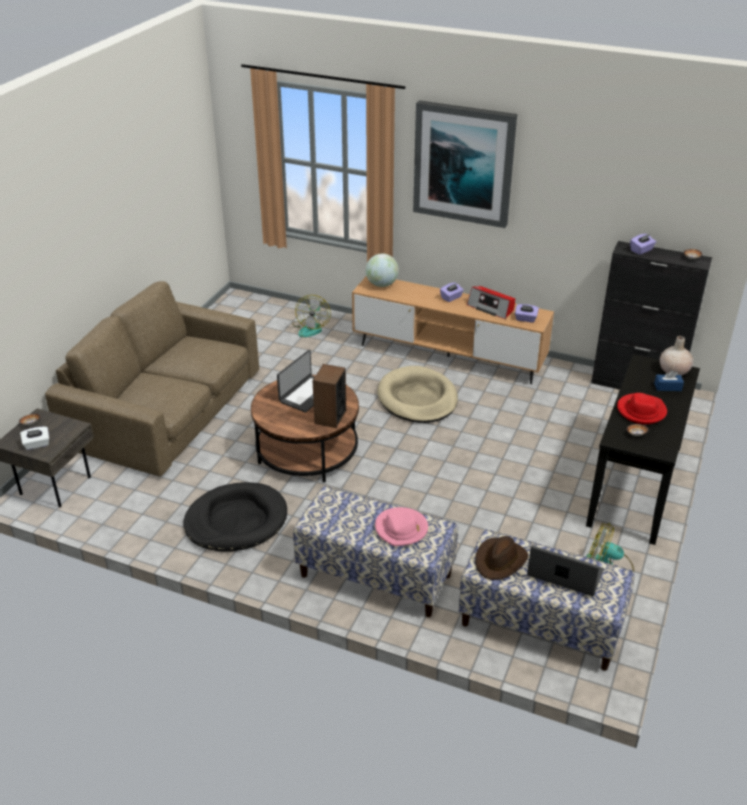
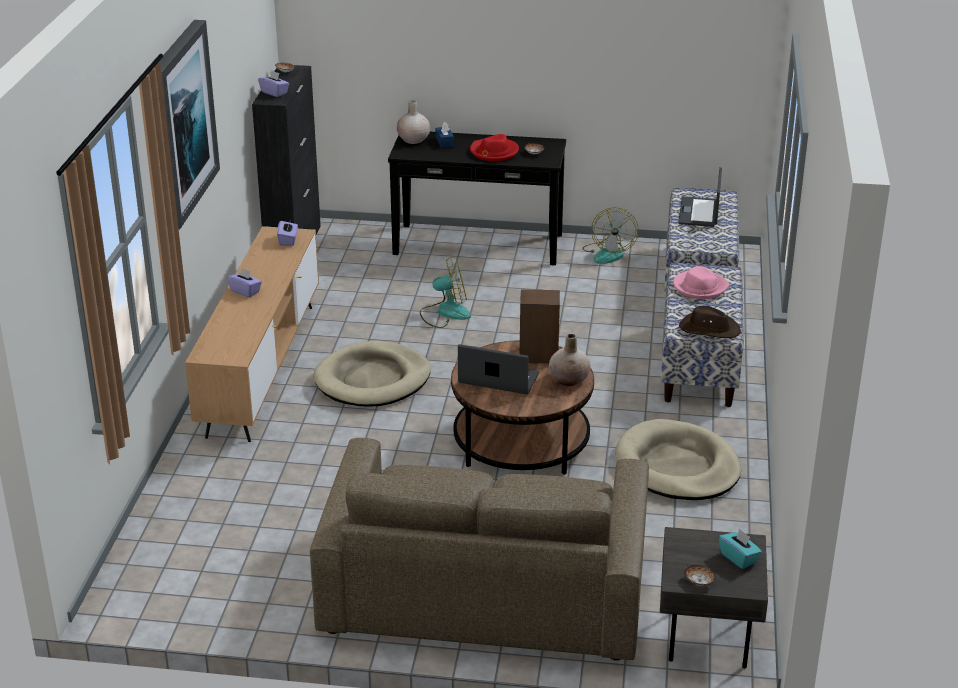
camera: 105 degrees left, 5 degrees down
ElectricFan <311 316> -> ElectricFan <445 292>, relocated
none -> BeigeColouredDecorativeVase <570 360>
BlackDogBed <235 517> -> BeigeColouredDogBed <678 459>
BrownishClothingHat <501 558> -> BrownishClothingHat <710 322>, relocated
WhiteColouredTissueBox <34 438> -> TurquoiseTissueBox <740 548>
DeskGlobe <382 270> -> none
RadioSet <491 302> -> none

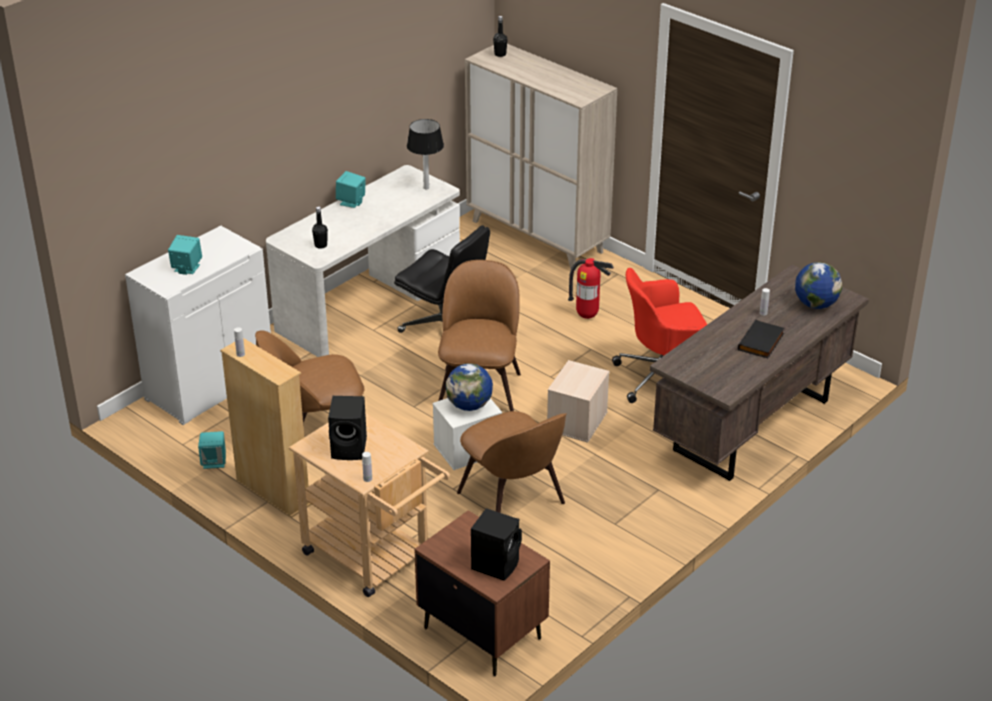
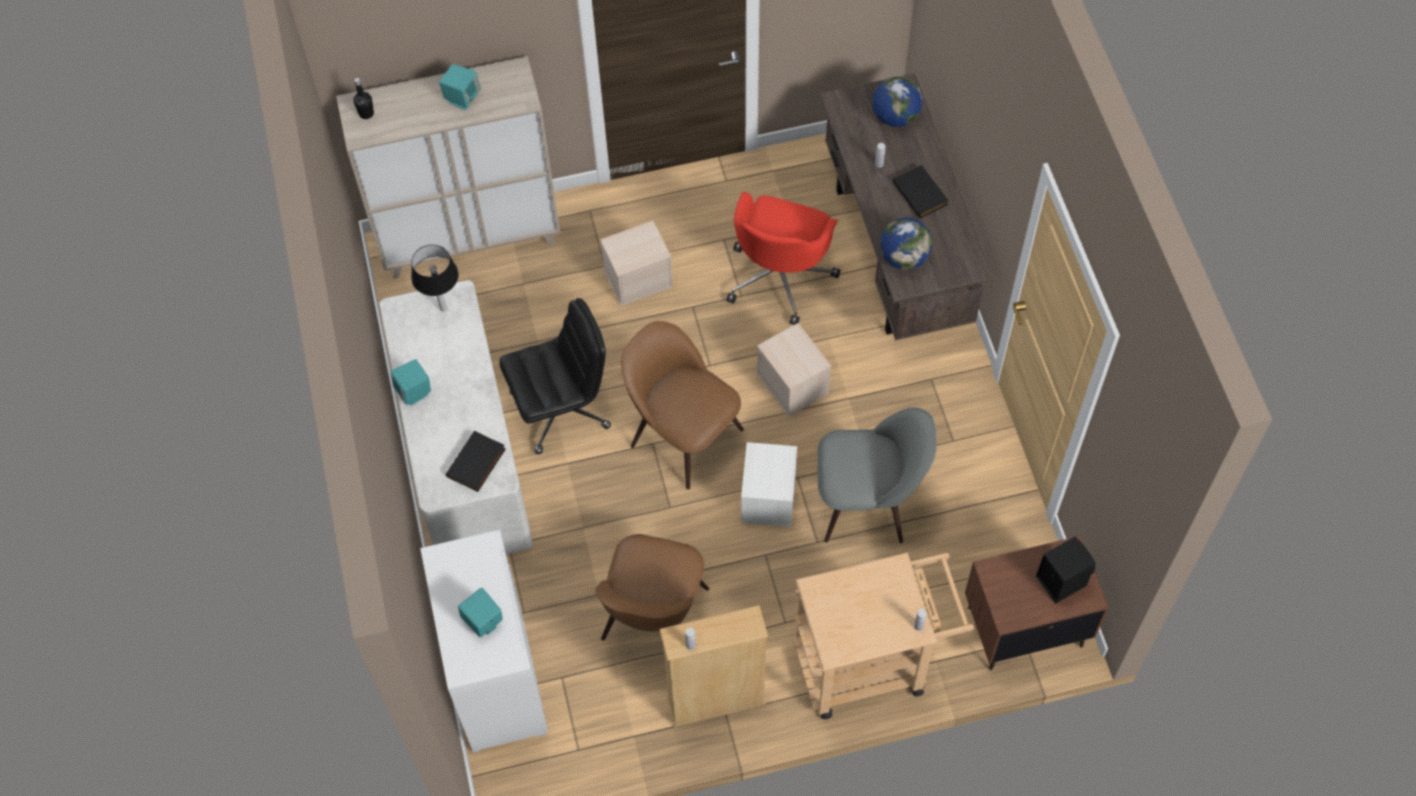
camera: 55 degrees left, 25 degrees up
TurquoiseSpeaker <212 450> -> TurquoiseSpeaker <460 87>, relocated
BlackBottle <320 228> -> BlackBoundBook <476 461>
FireExtinguisher <591 288> -> BeigeColouredStorageContainer <636 263>
BrownishUprightChair <512 462> -> GreyishUprightChair <876 475>
DeskGlobe <469 387> -> DeskGlobe <906 243>, relocated
BlackSpeaker <347 428> -> none

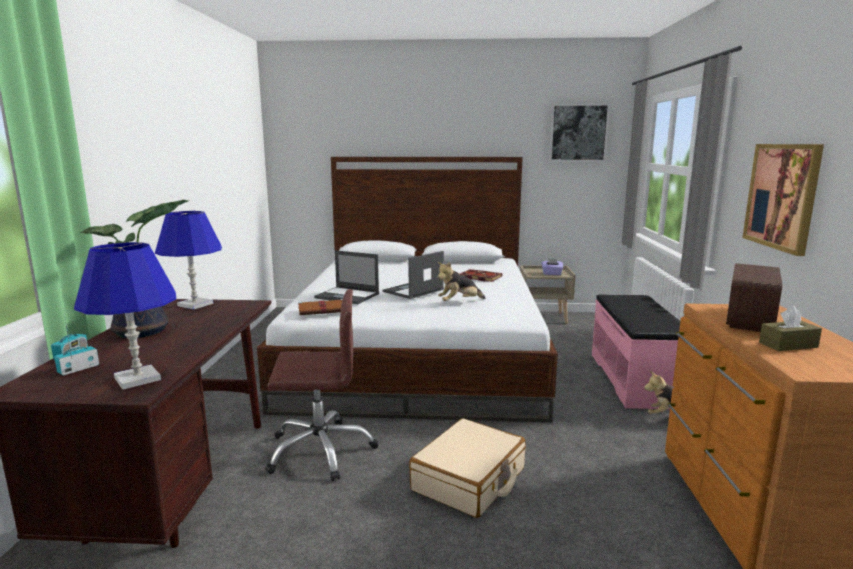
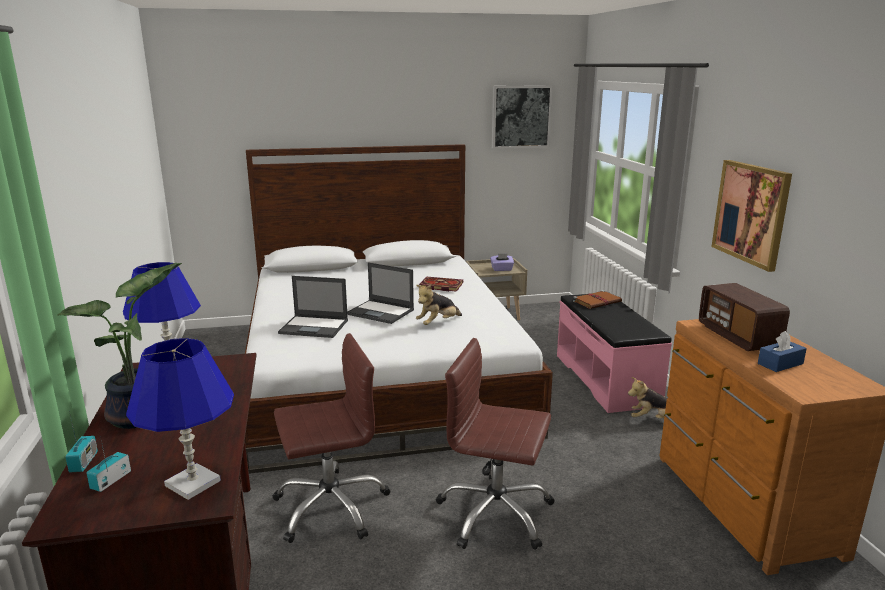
camera: 15 degrees left, 5 degrees up
NotebookComputer <413 275> -> NotebookComputer <380 293>, 90 degrees counterclockwise
BeigeColouredPieceOfLuggage <467 468> -> BrownishOfficeChair <495 444>
BrownishBoundBook <320 307> -> BrownishBoundBook <597 299>, relocated
RadioSet <754 297> -> RadioSet <744 317>, 150 degrees clockwise
BrownishTissueBox <790 328> -> BlueTissueBox <782 351>

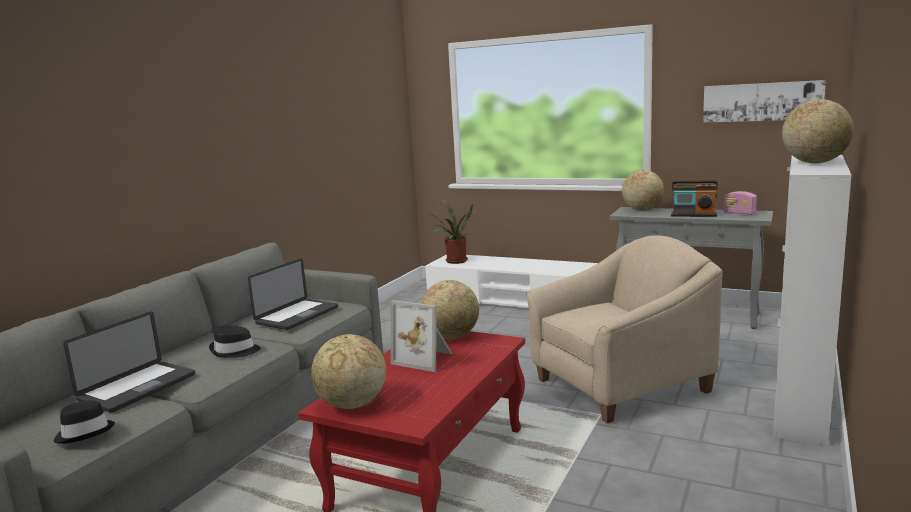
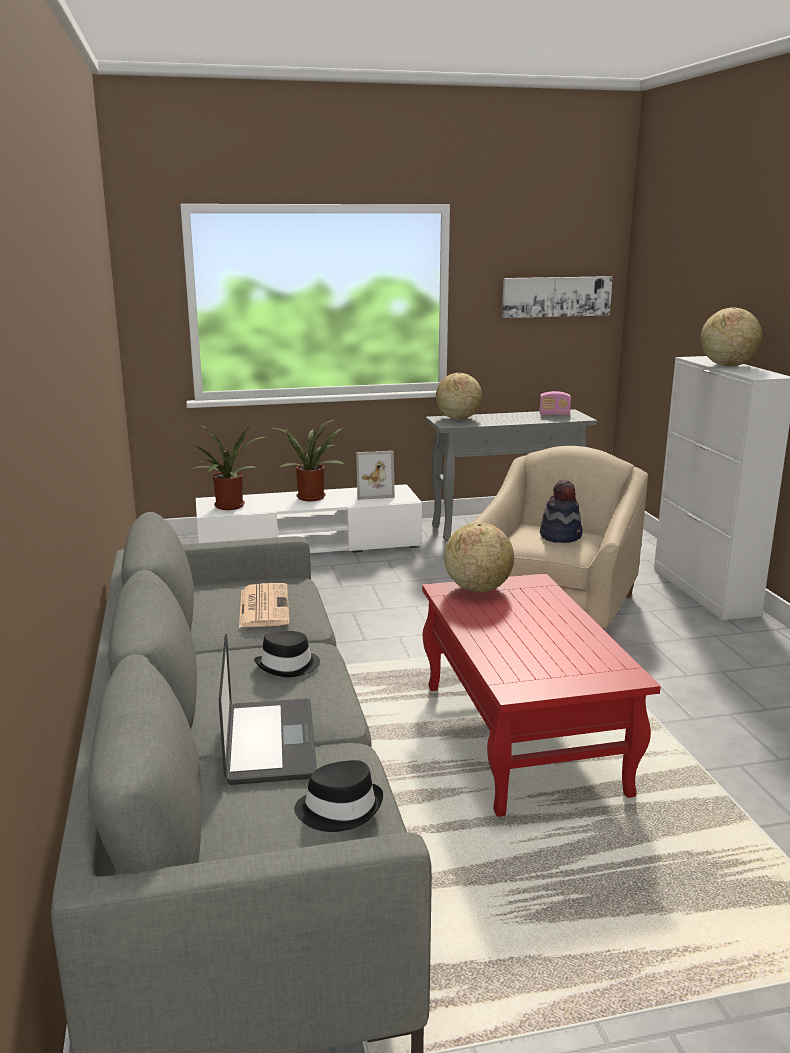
camera: 40 degrees left, 5 degrees up
NotebookComputer <293 294> -> DailyPaper <264 605>
none -> PlantInAPot <309 460>
PhotoFrame <422 336> -> PhotoFrame <375 475>, relocated
none -> ClothingHat <561 511>
DeskGlobe <348 371> -> none
RadioSet <694 198> -> none

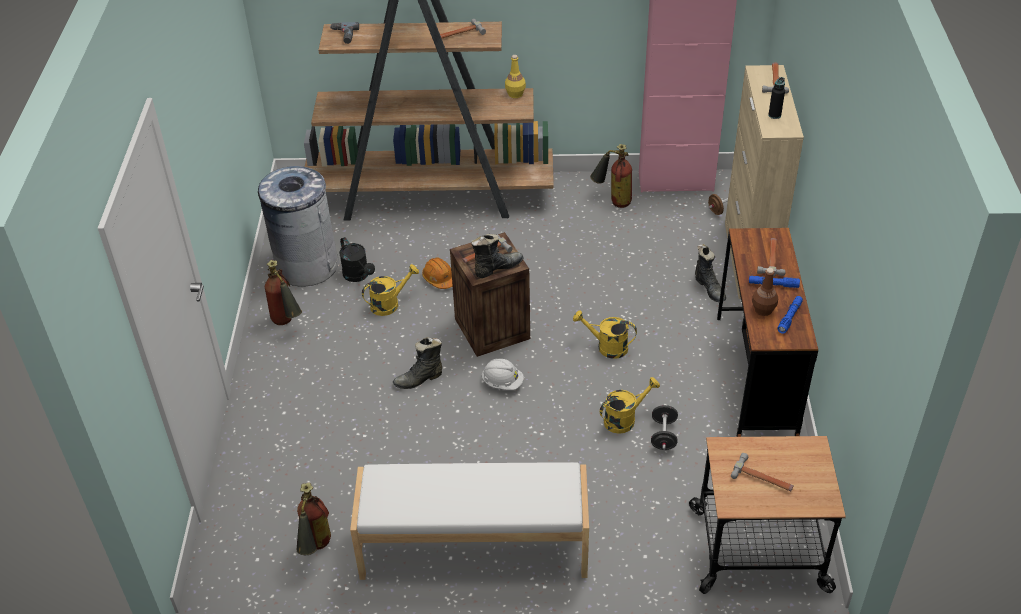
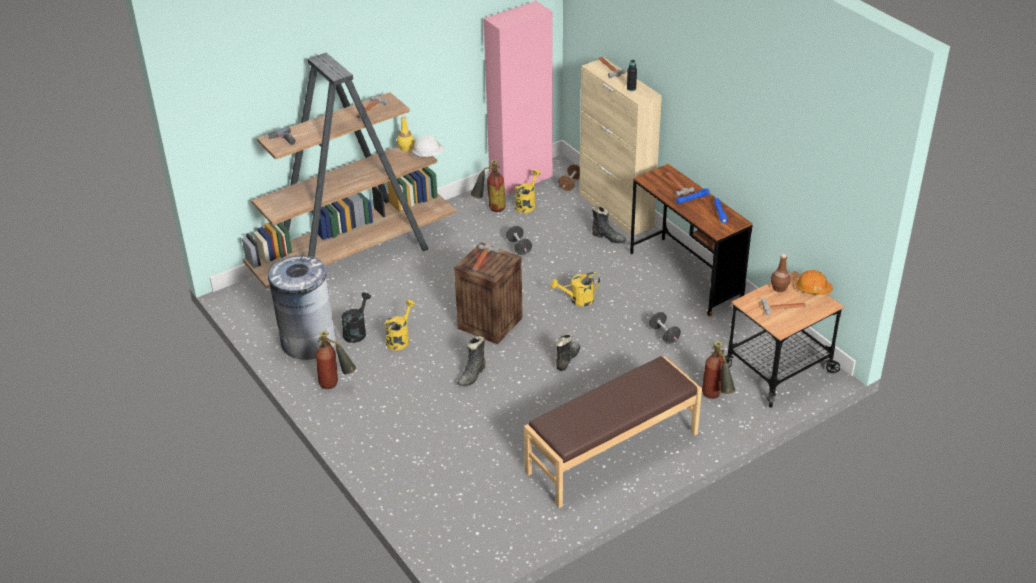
camera: 35 degrees left, 5 degrees down
BlackWateringPot <357 259> -> BlackWateringPot <356 317>, 90 degrees counterclockwise
WhiteColouredSafetyHelmet <502 374> -> WhiteColouredSafetyHelmet <428 147>, relocated
none -> BlackDumbbell <519 240>
YellowWateringPot <630 405> -> YellowWateringPot <528 191>, relocated
WhiteColouredIndoorBench <469 521> -> BrownishIndoorBench <613 432>
BlackHighTopBoot <498 256> -> BlackHighTopBoot <568 352>, relocated
FireExtinguisher <313 518> -> FireExtinguisher <718 370>, relocated
BrownishBottle <765 292> -> BrownishBottle <781 273>, relocated
OrangeColouredSafetyHelmet <437 273> -> OrangeColouredSafetyHelmet <814 282>, relocated

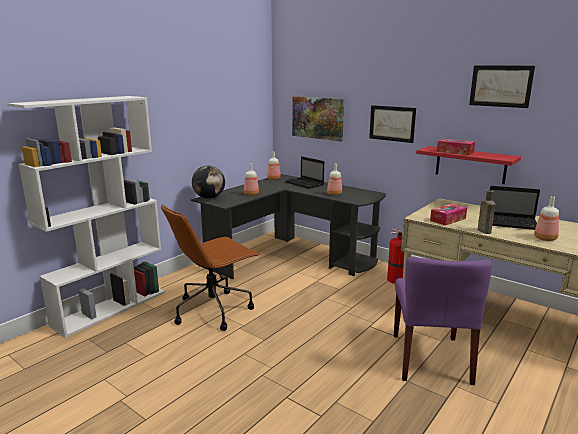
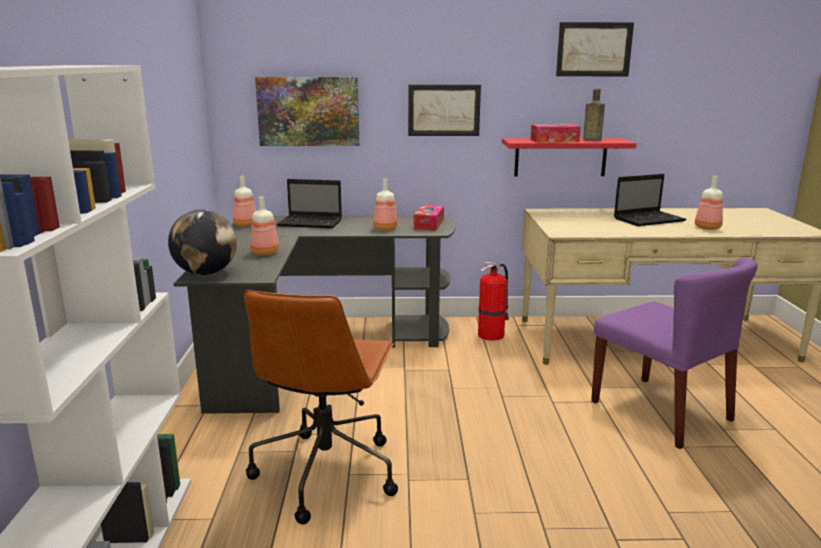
camera: 40 degrees left, 0 degrees up
TissueBox <448 215> -> TissueBox <428 218>, relocated
BrownishBottle <486 212> -> BrownishBottle <594 115>, relocated

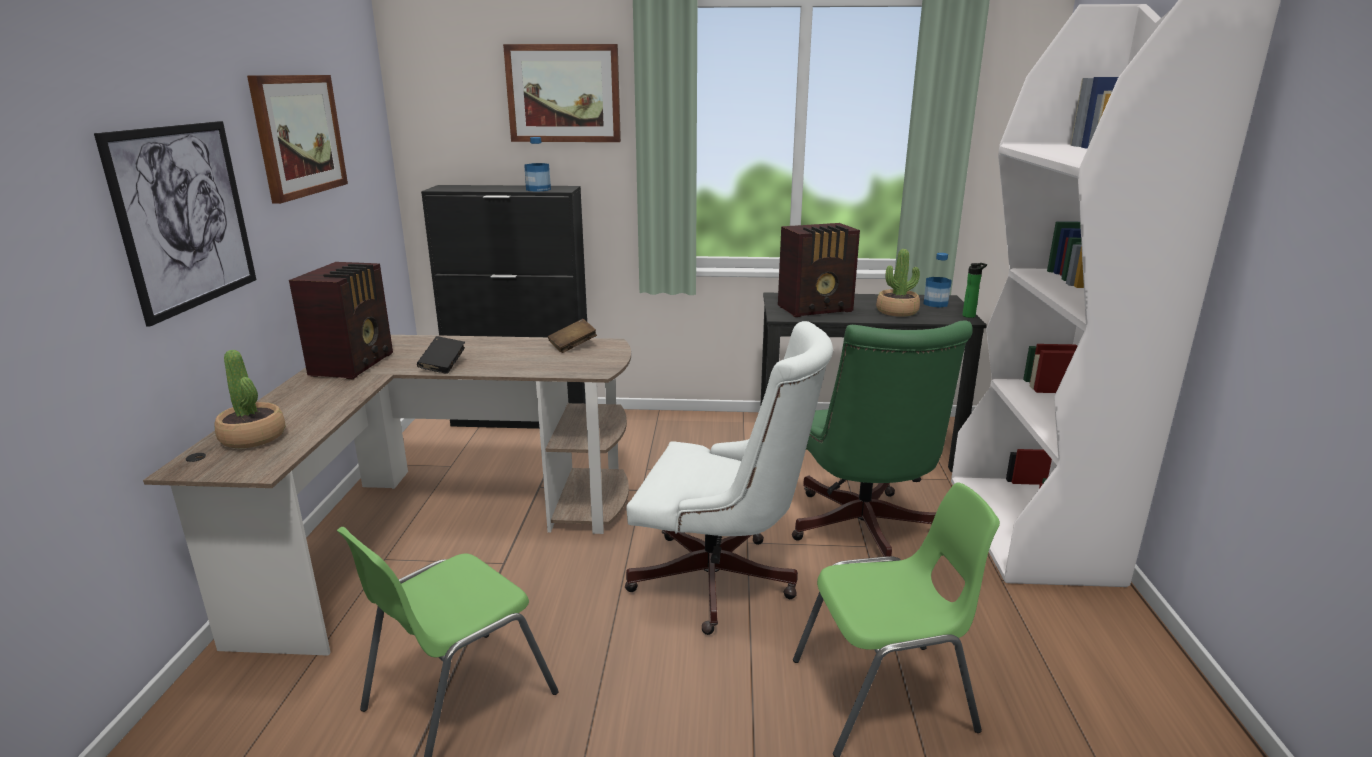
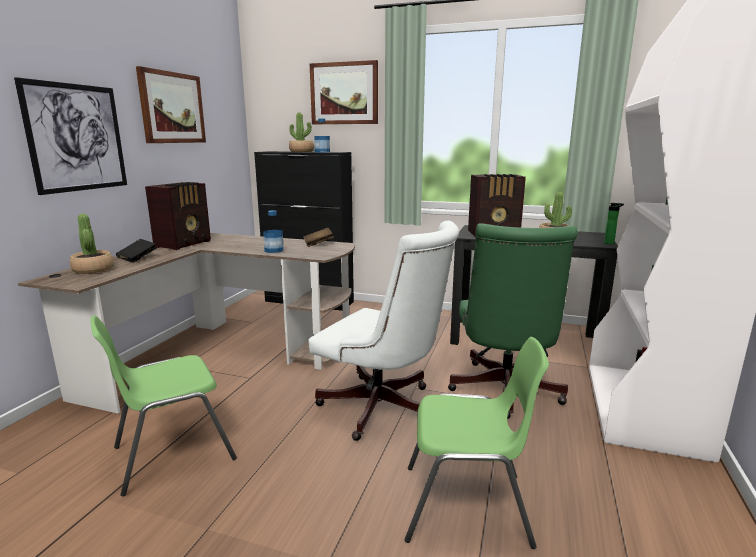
camera: 15 degrees right, 5 degrees down
BlackBoundBook <441 355> -> BlackBoundBook <136 251>, relocated
Bottle <937 280> -> Bottle <273 231>, relocated
none -> PlantInAPot <301 132>

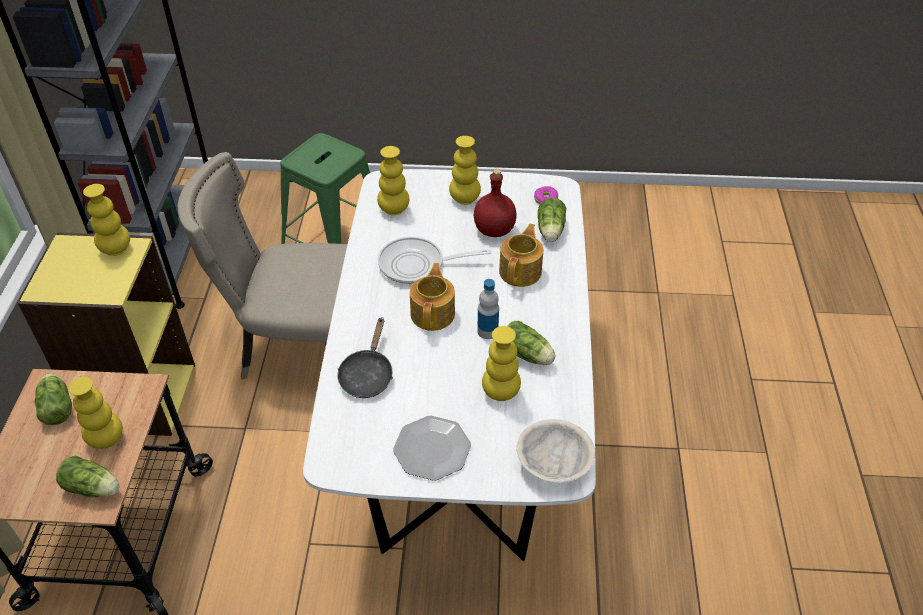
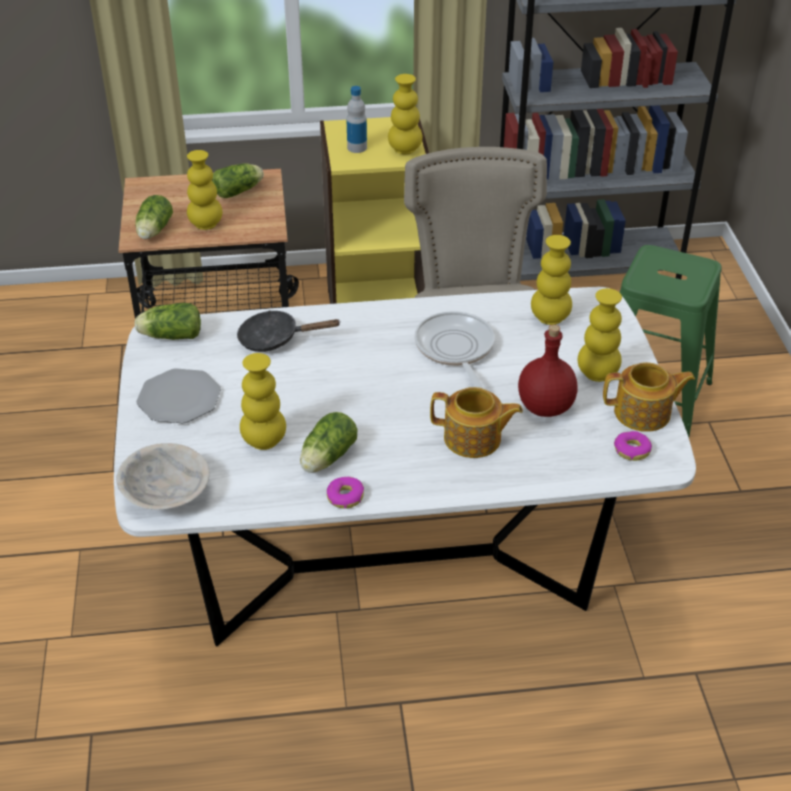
camera: 80 degrees right, 5 degrees down
HeadOfLettuce <552 220> -> HeadOfLettuce <167 321>, relocated
none -> Doughnut <345 493>
Bottle <488 309> -> Bottle <356 119>, relocated
PotForTea <432 297> -> PotForTea <649 397>, relocated

